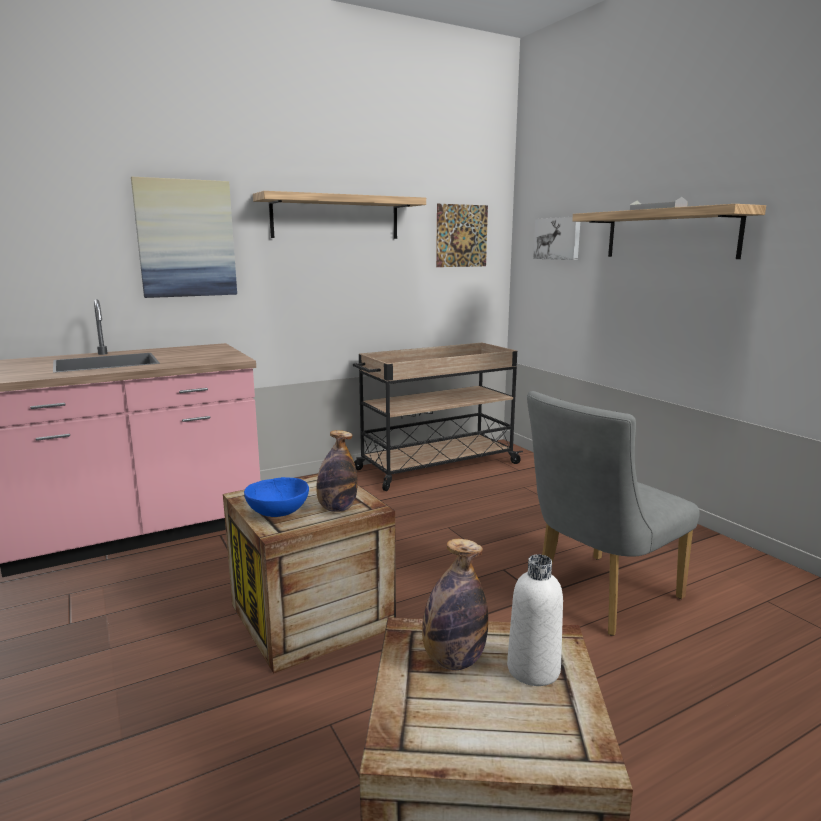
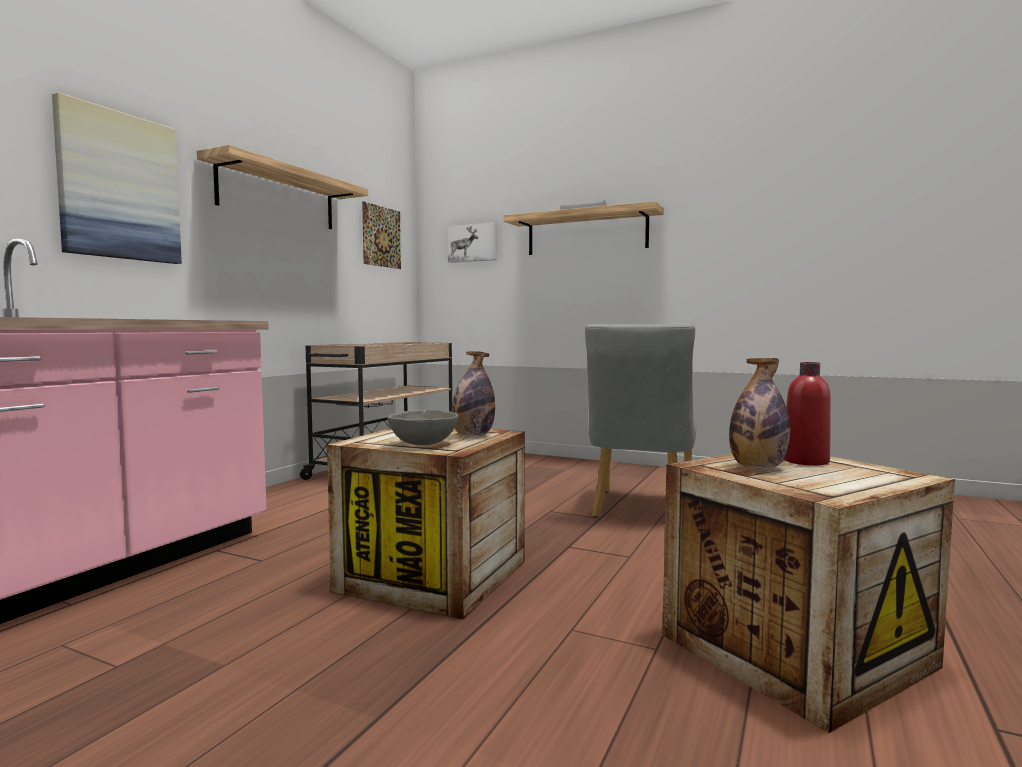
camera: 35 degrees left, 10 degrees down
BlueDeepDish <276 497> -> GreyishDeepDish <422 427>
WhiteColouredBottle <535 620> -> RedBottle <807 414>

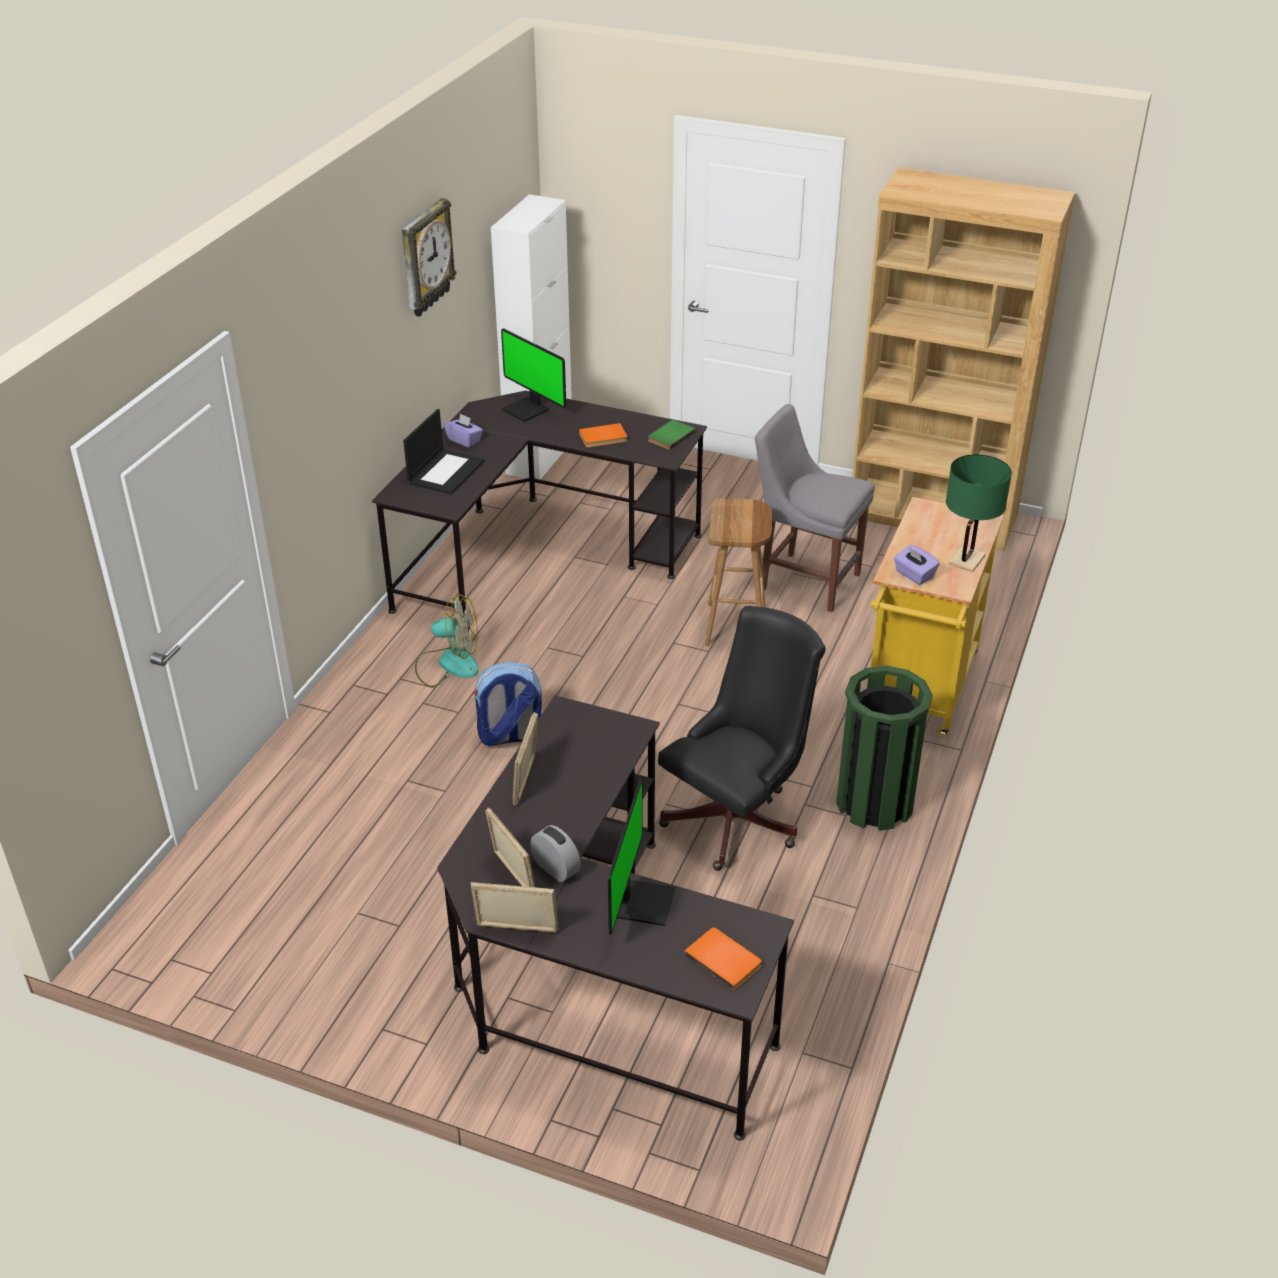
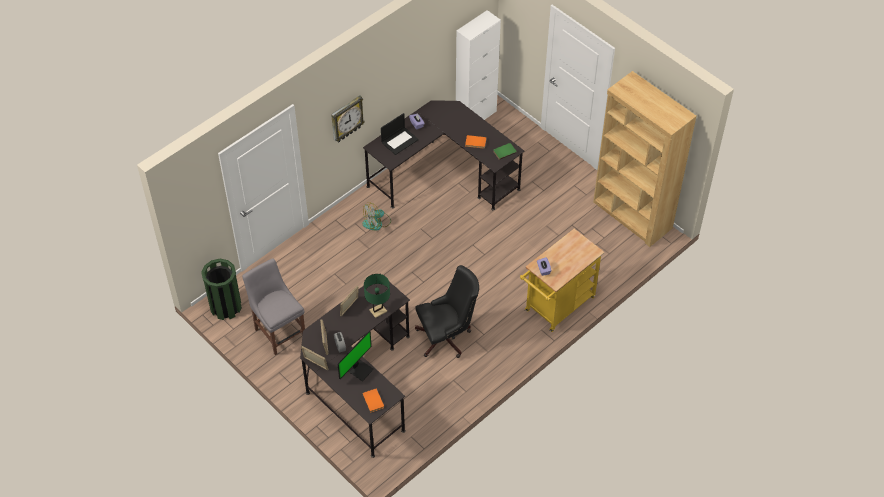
camera: 25 degrees right, 15 degrees up
GreenishRubbishBin <884 748> -> GreenishRubbishBin <221 289>, relocated
GreyishUprightChair <815 508> -> GreyishUprightChair <273 307>, relocated
HangingClock <429 257> -> HangingClock <348 118>, relocated
ElectricFan <446 640> -> ElectricFan <376 216>, 120 degrees clockwise
GreenishTabletopLamp <979 513> -> GreenishTabletopLamp <377 296>, relocated
Knapsack <507 704> -> none
ComputerScreen <533 375> -> none
BrownishSittingStool <738 572> -> none

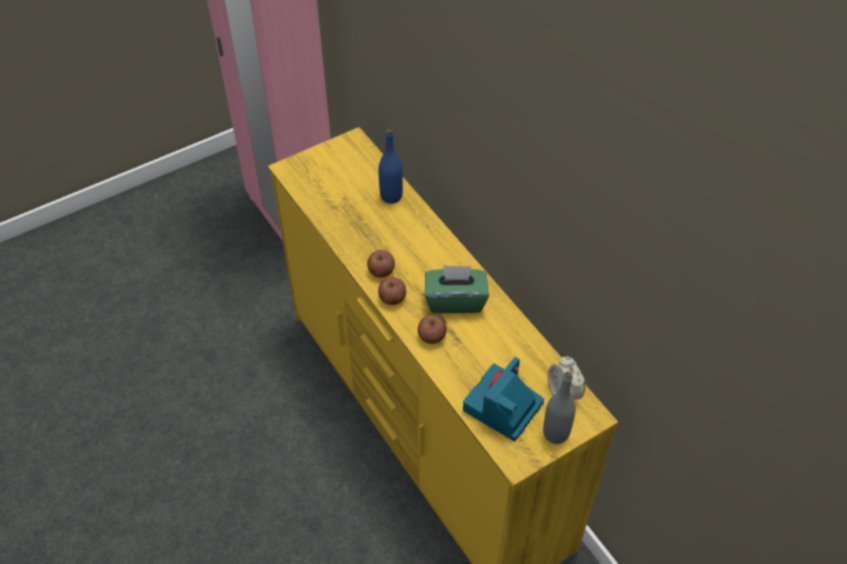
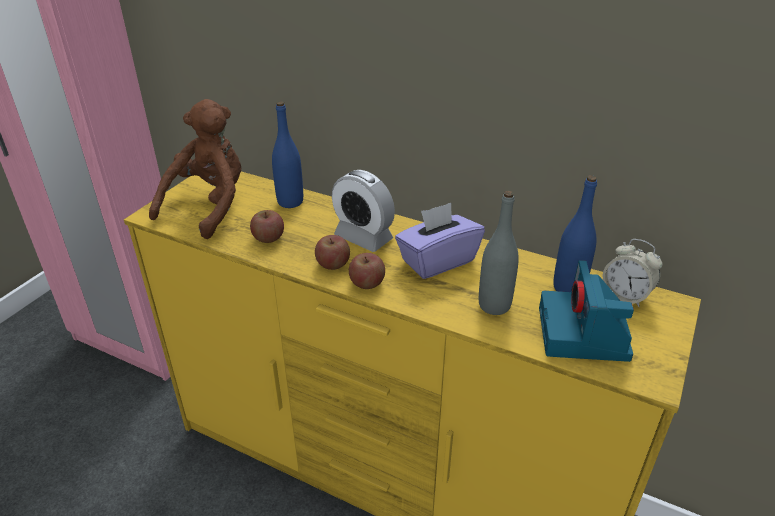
camera: 30 degrees left, 15 degrees down
none -> BrownishSoftToy <195 169>
AppleFruit <432 329> -> AppleFruit <267 226>, relocated
none -> BedsideClock <363 211>
GreenishTissueBox <457 289> -> PurpleColouredTissueBox <440 241>
GreyishBottle <559 408> -> GreyishBottle <499 253>, relocated
none -> BlueBottle <575 233>

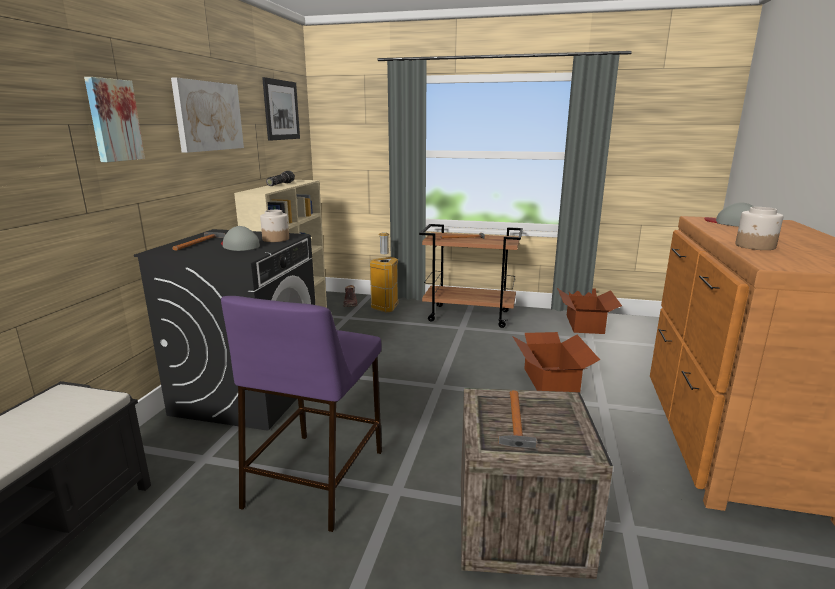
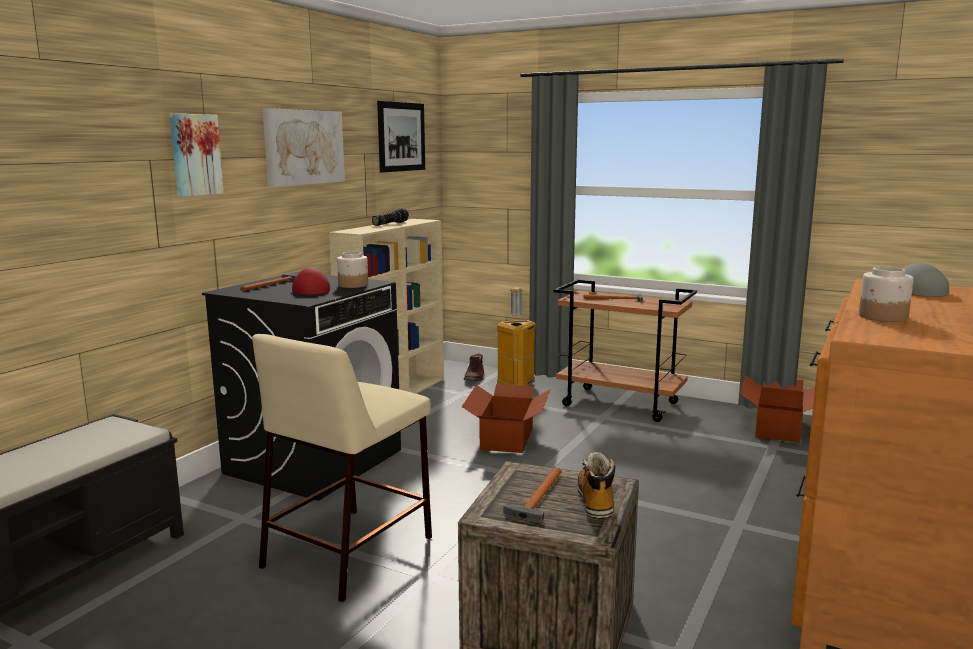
camera: 15 degrees right, 5 degrees down
PurpleColouredSittingStool <301 414> -> BeigeColouredSittingStool <342 468>
GreyishCap <240 238> -> RedCap <311 281>
Carton <556 362> -> Carton <506 418>, relocated
none -> HighTopBoot <596 485>

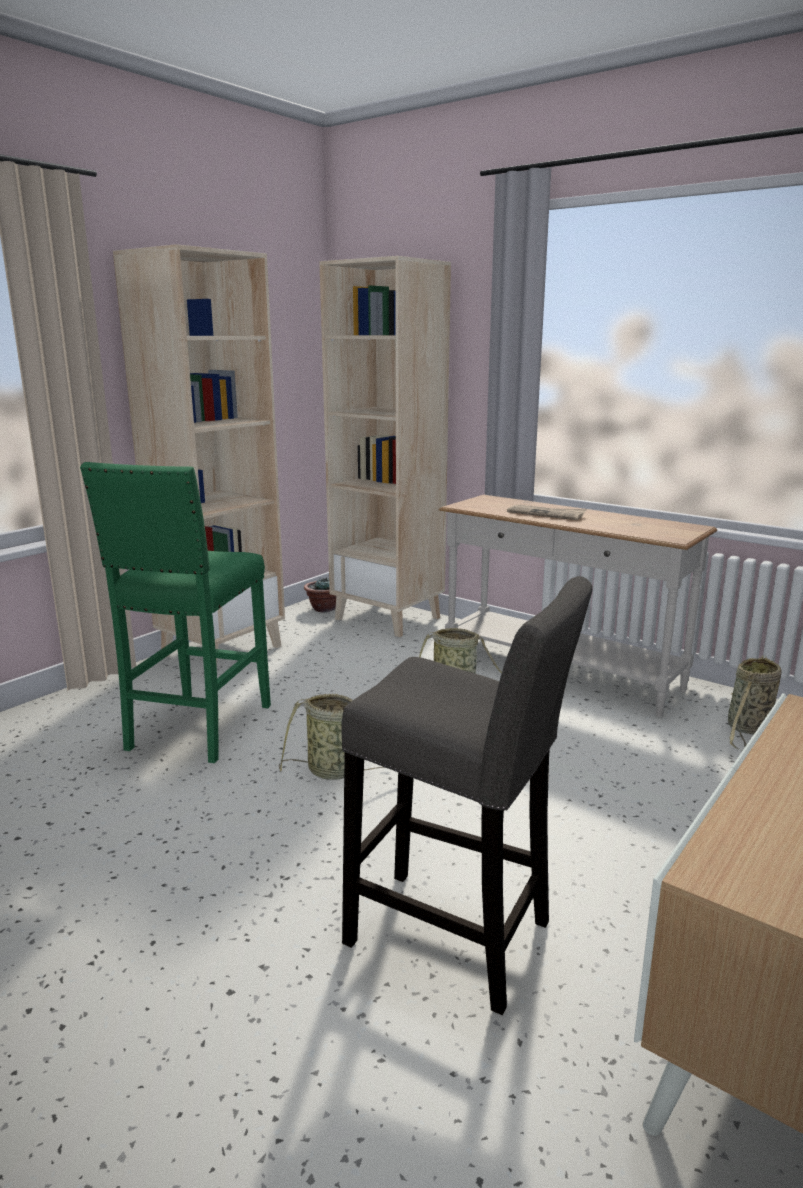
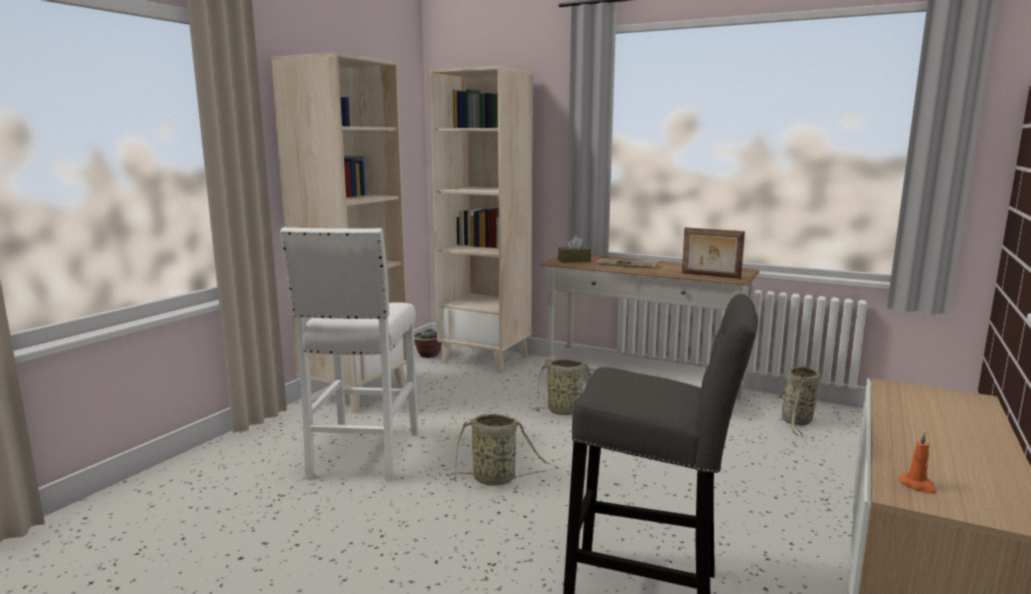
camera: 10 degrees left, 5 degrees down
GreenishSittingStool <175 612> -> WhiteColouredSittingStool <349 354>
none -> BrownishTissueBox <574 249>
none -> PhotoFrame <713 253>
none -> OrangeColouredWaxLight <917 463>

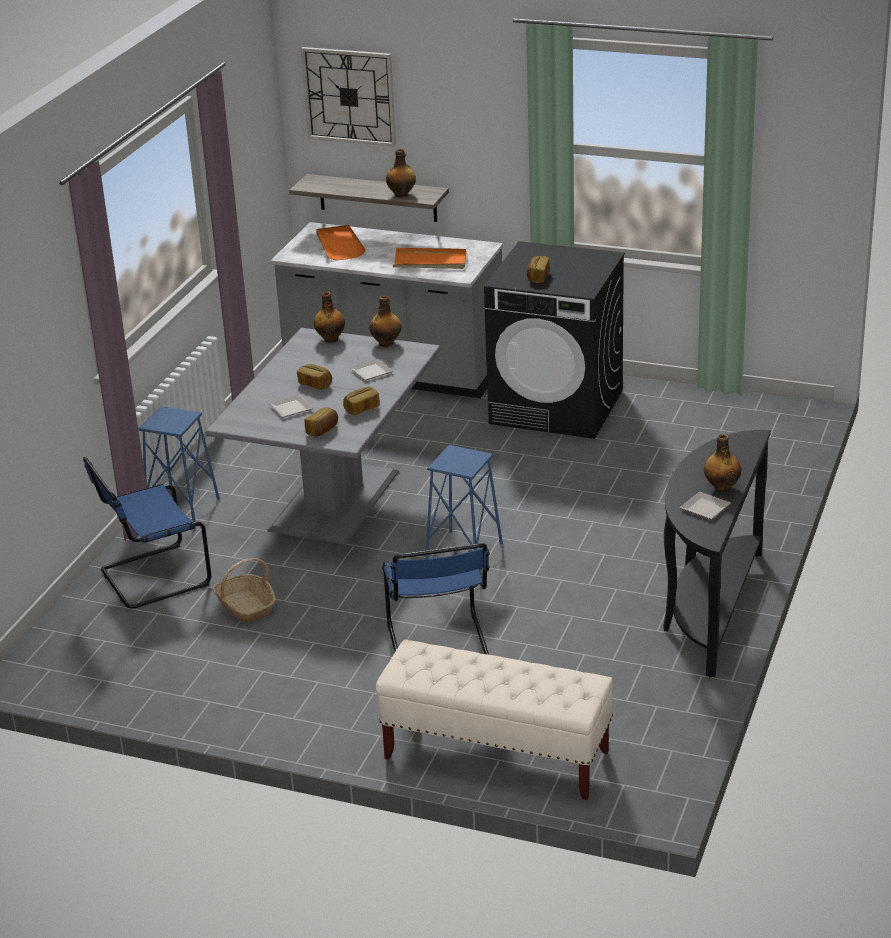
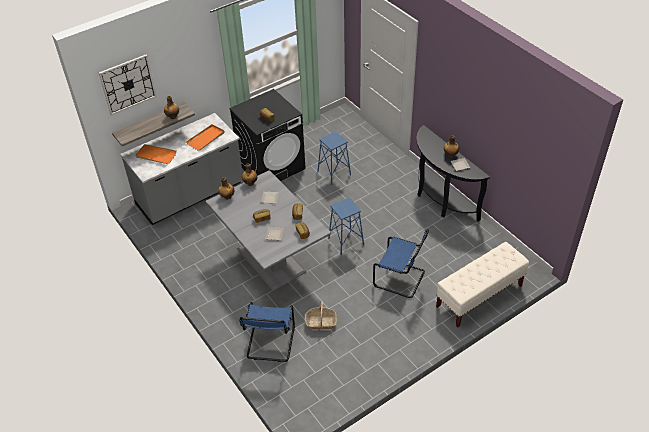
camera: 55 degrees left, 15 degrees up
BlueSittingStool <179 466> -> BlueSittingStool <334 158>, relocated

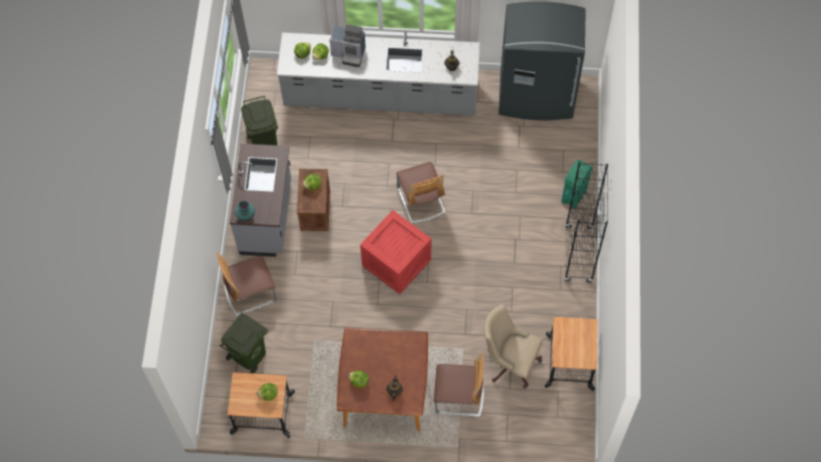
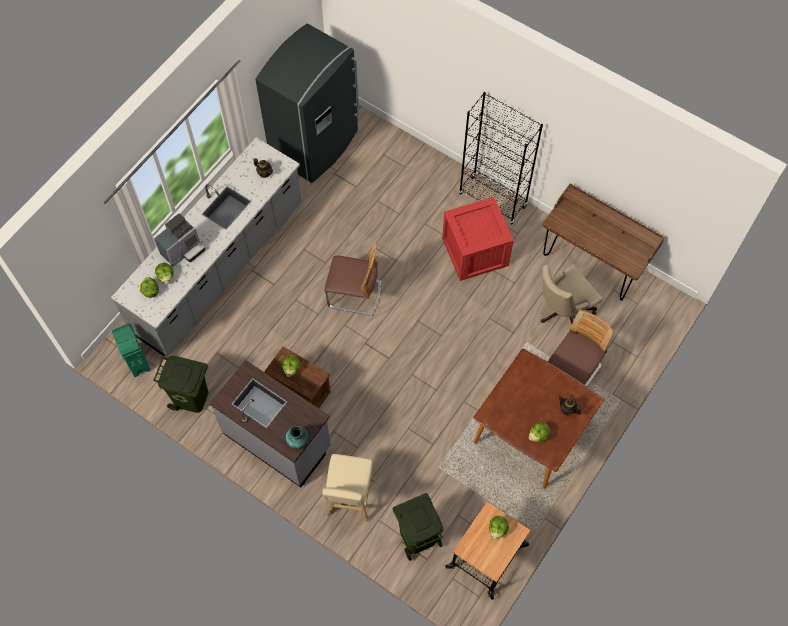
camera: 60 degrees left, 0 degrees up
GreenishRubbishBin <577 184> -> GreenishRubbishBin <131 350>, relocated
UprightChair <246 284> -> BeigeColouredSittingStool <348 488>
PackingCrate <395 252> -> PackingCrate <478 239>, relocated
WheeledCart <571 354> -> BrownishDesk <603 242>

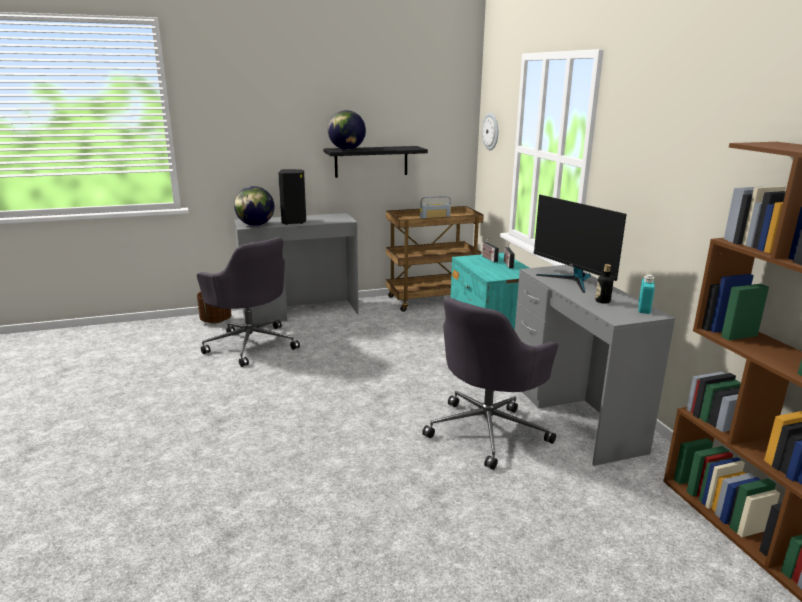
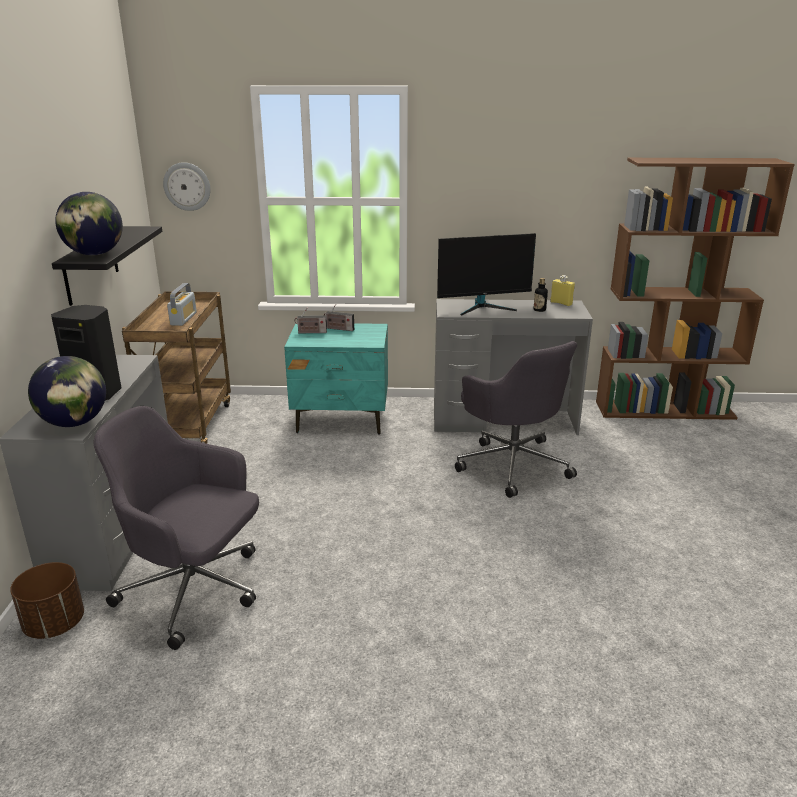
camera: 70 degrees left, 5 degrees up
GreyishOfficeChair <248 302> -> GreyishOfficeChair <176 528>, 135 degrees counterclockwise
TurquoiseBottle <646 294> -> YellowBottle <562 290>

